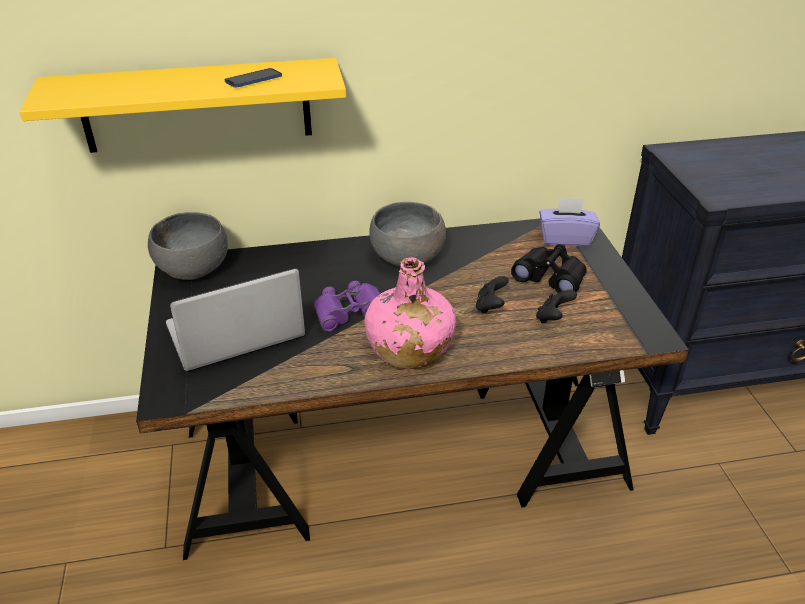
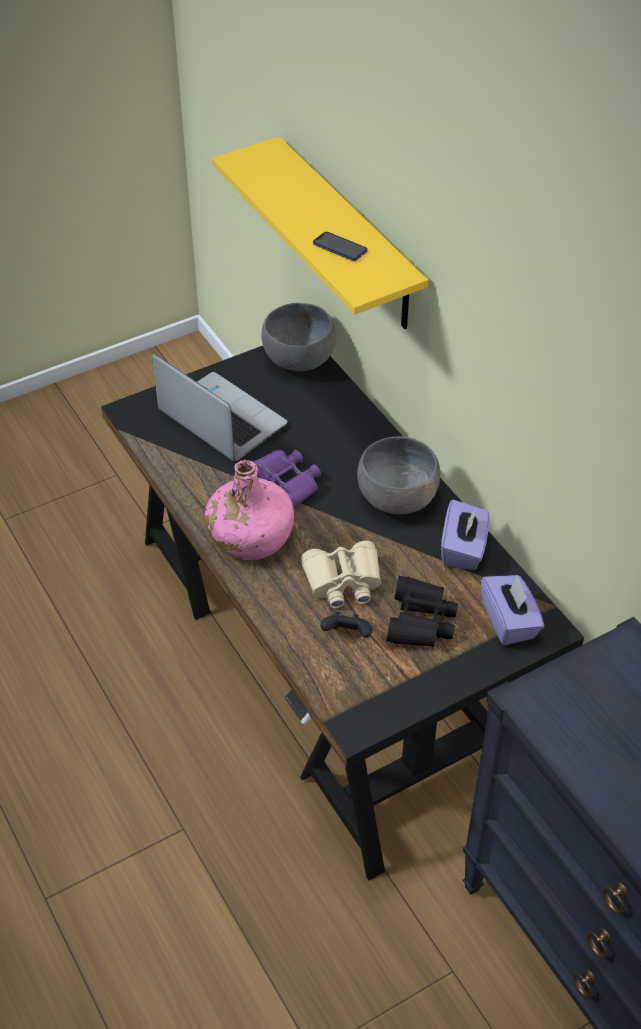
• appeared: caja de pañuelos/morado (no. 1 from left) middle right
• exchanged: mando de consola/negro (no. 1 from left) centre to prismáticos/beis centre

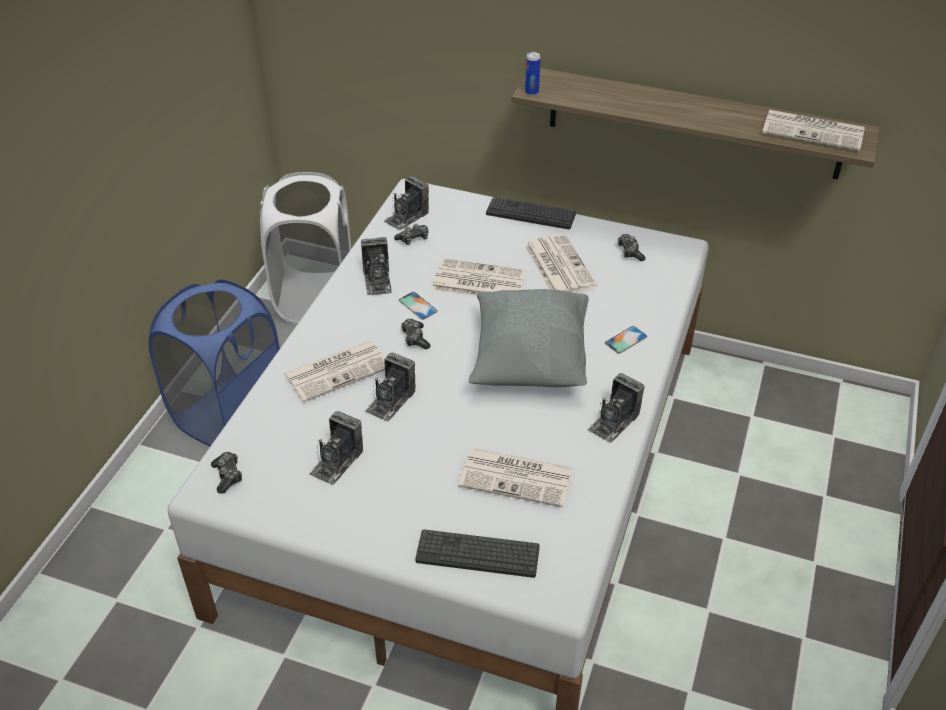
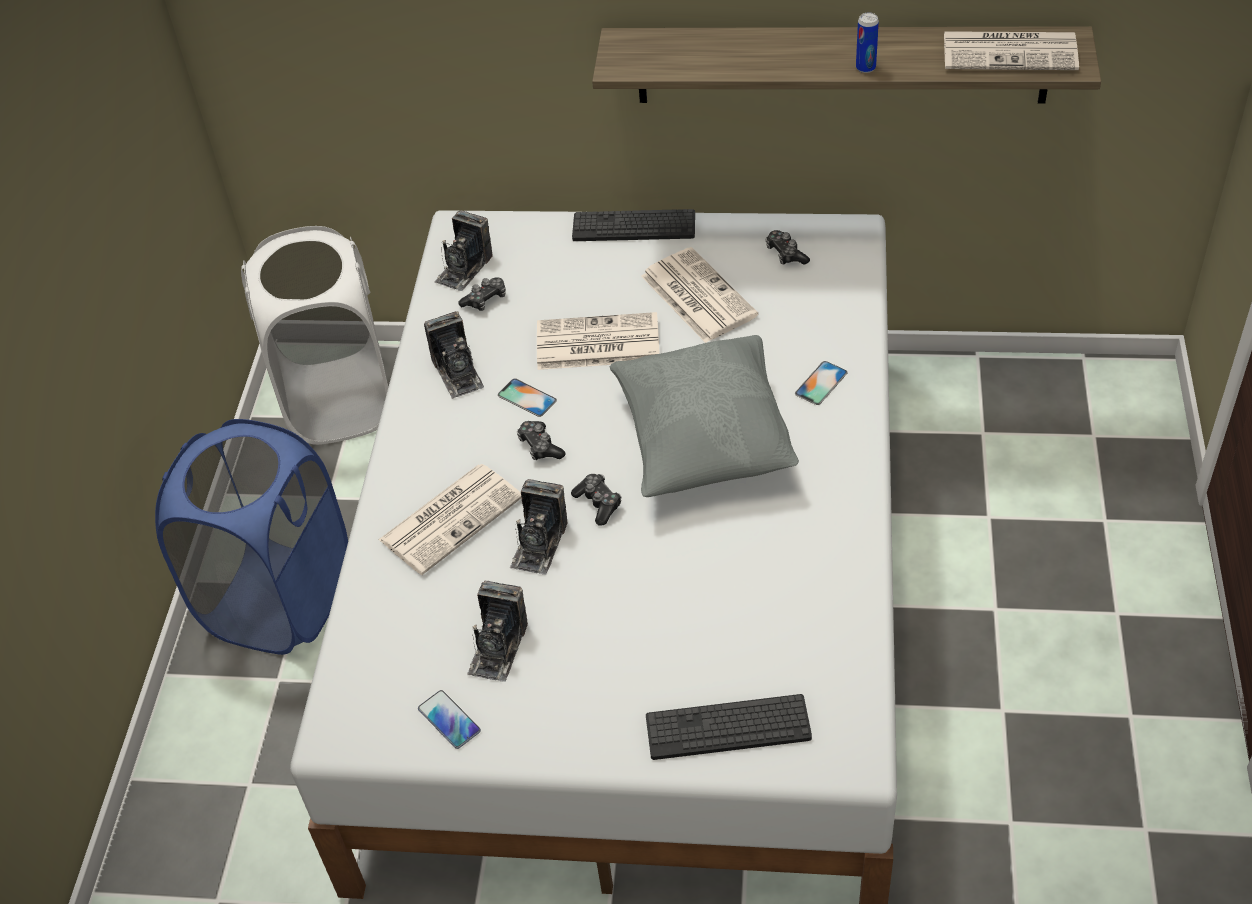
• missing: periódico (no. 3 from left) bottom centre
• missing: cámara (no. 5 from left) centre
• appeared: móvil (no. 1 from left) bottom centre
• relocated: mando de consola (no. 1 from left in the first image) middle left to mando de consola (no. 3 from left) centre
• relocated: lata top centre to top right

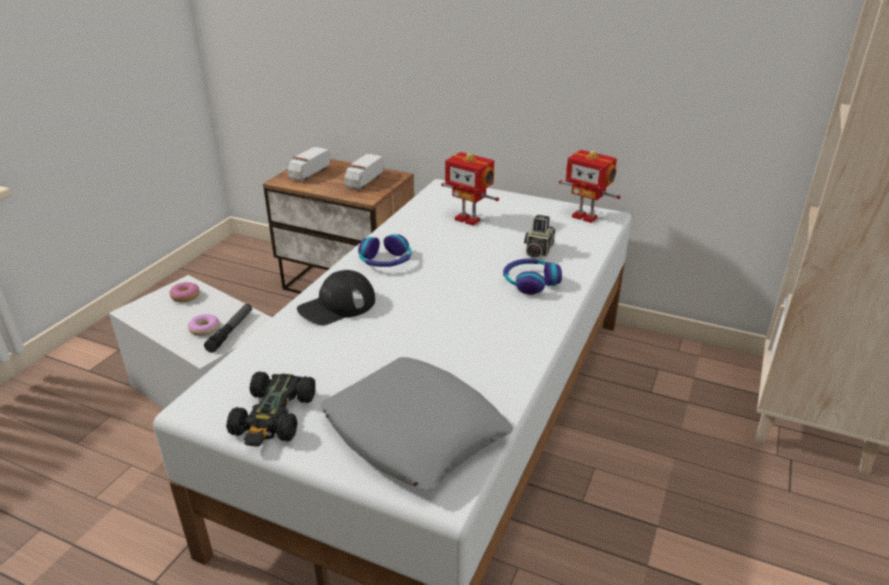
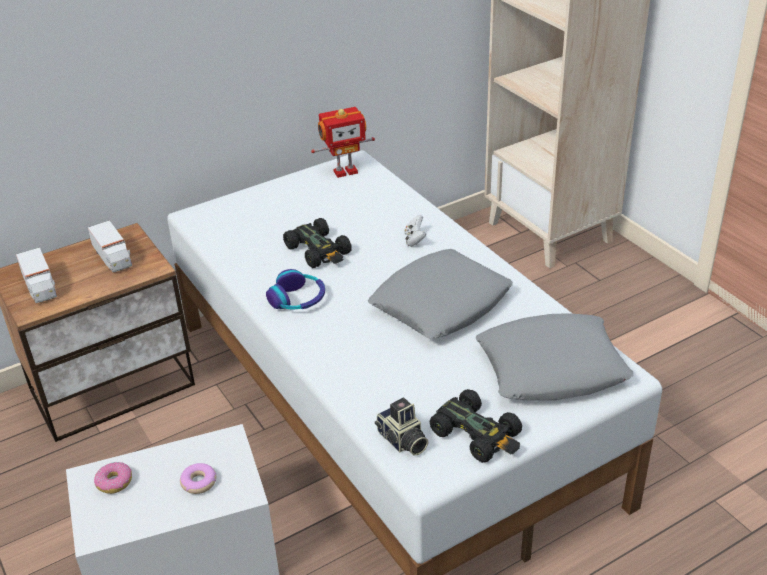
• missing: linterna middle left
• missing: gorra/negro centre
• missing: robot de juguete (no. 1 from left) top centre
• appeared: coche de juguete/negro (no. 1 from left) centre
• appeared: cojín/gris (no. 1 from left) centre
• relocated: cámara centre to bottom centre
• exchanged: auriculares (no. 2 from left) centre to mando de consola/blanco centre

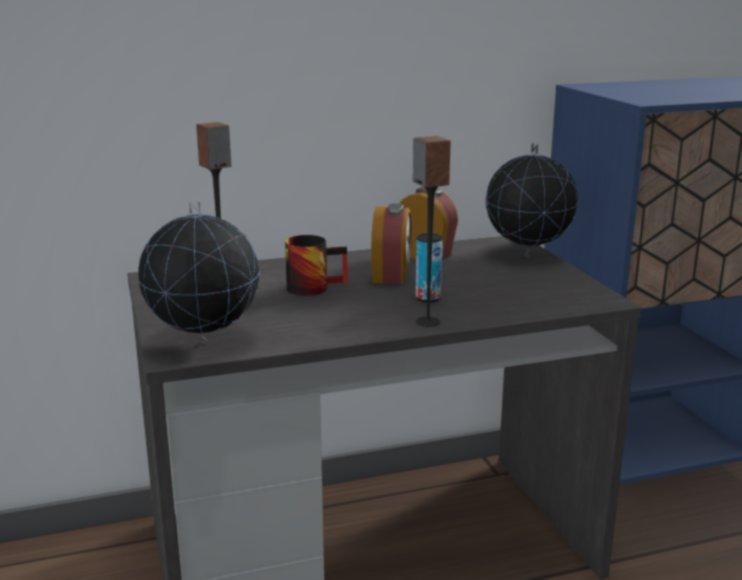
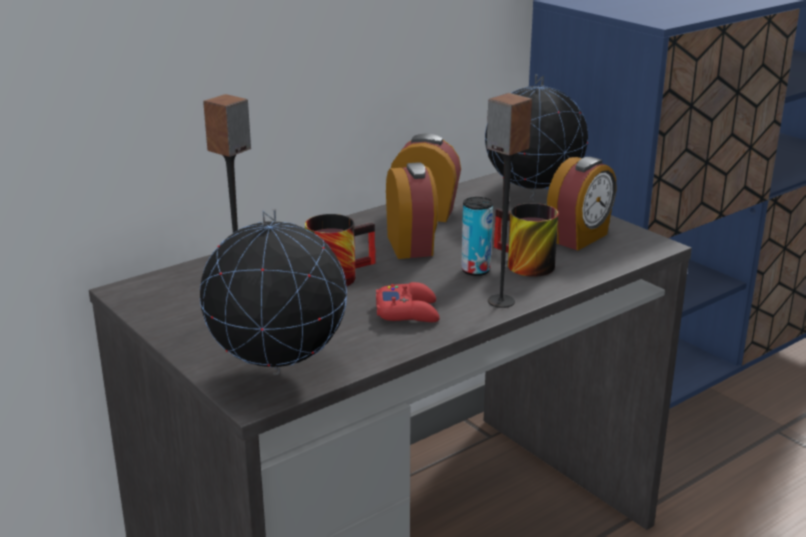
• appeared: mando de consola/rojo centre
• appeared: taza grande (no. 2 from left) centre
• appeared: despertador (no. 3 from left) middle right

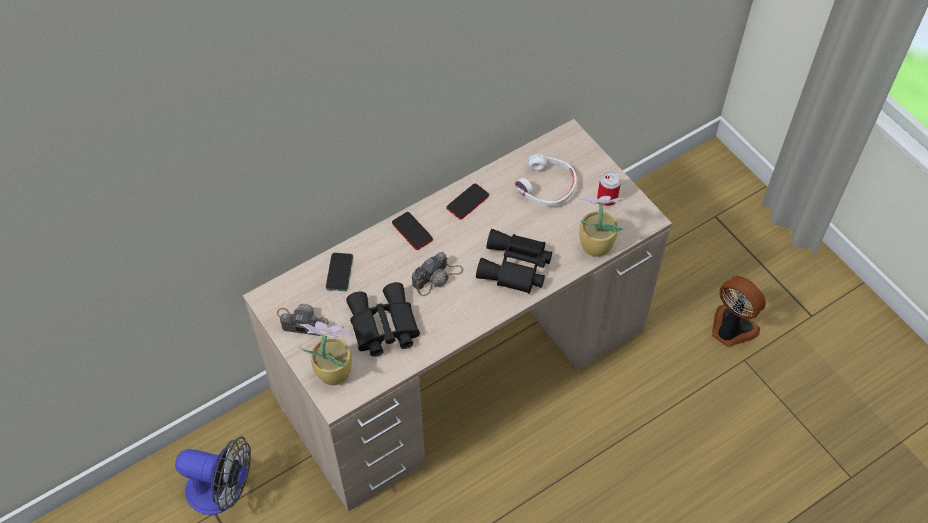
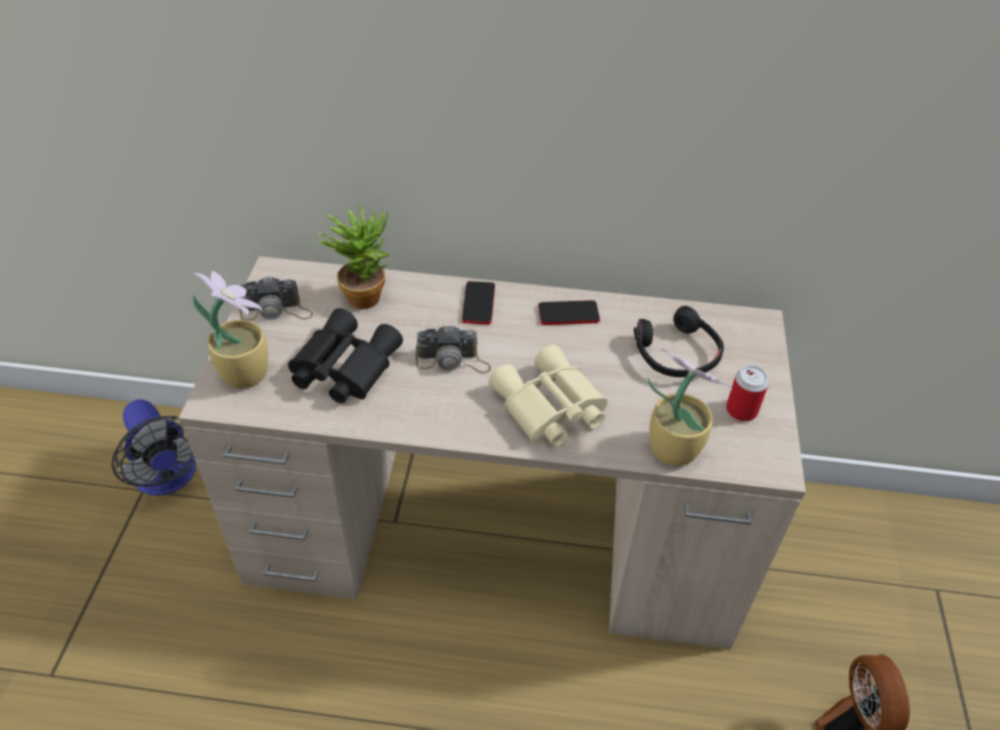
• exchanged: móvil (no. 1 from left) centre to planta en maceta (no. 2 from left) centre
• colour: prismáticos/negro (no. 2 from left) centre to prismáticos/beis centre
• colour: auriculares/blanco centre to auriculares/negro middle right
• spun: cámara (no. 1 from left) middle left = middle left 120 degrees clockwise

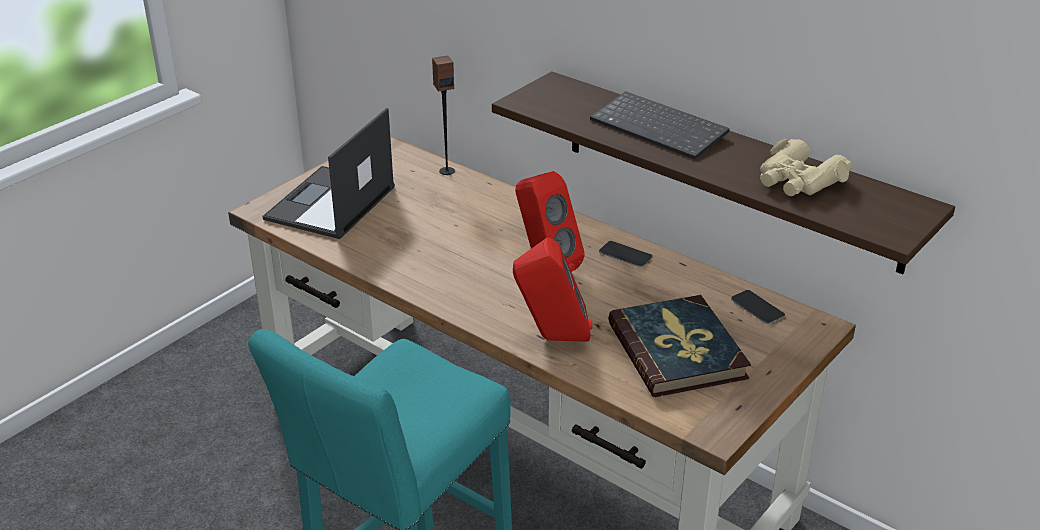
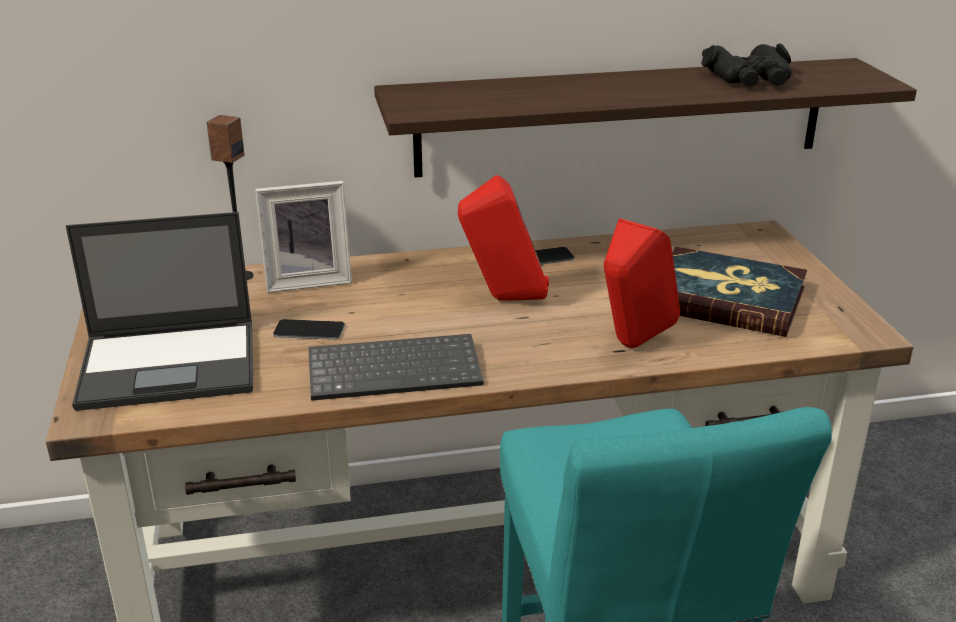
• appeared: portarretratos middle left
• relocated: teclado top centre to centre
• relocated: móvil (no. 2 from left in the first image) middle right to móvil (no. 1 from left) middle left
• colour: prismáticos/beis top right to prismáticos/negro top right
• spun: portátil top left = middle left 75 degrees counterclockwise

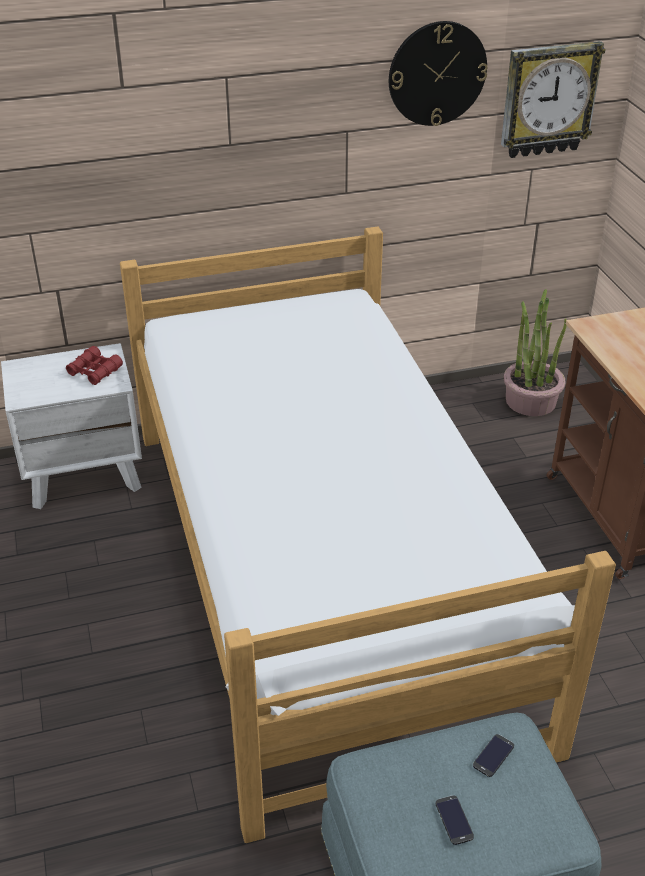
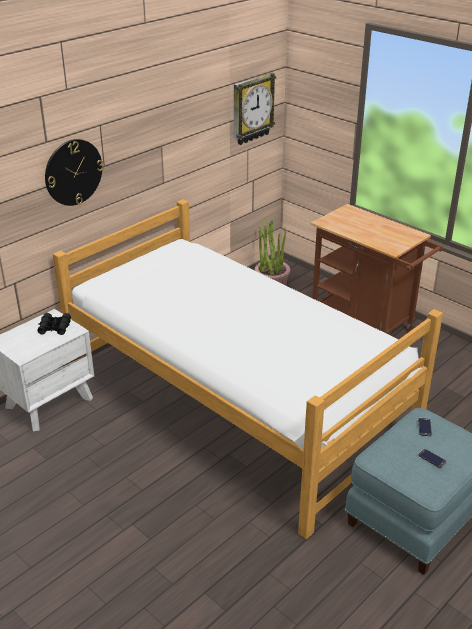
• relocated: reloj de pared (no. 1 from left) top right to top left
• colour: prismáticos/rojo middle left to prismáticos/negro middle left

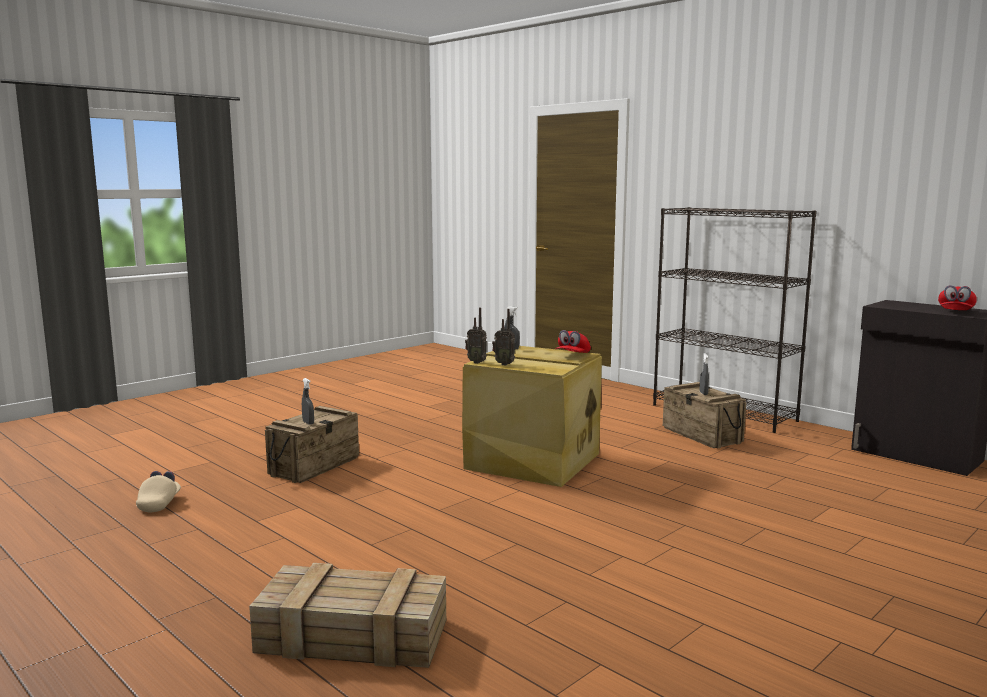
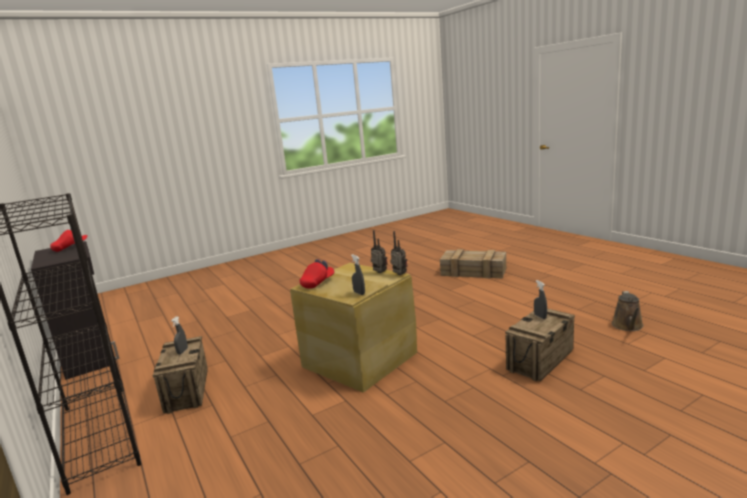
• exchanged: gorra/beis bottom left to regadera/marrón middle right

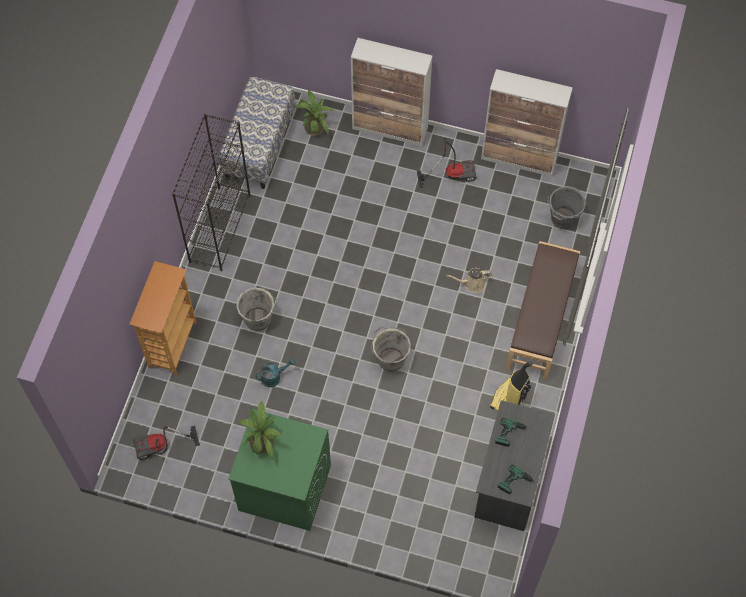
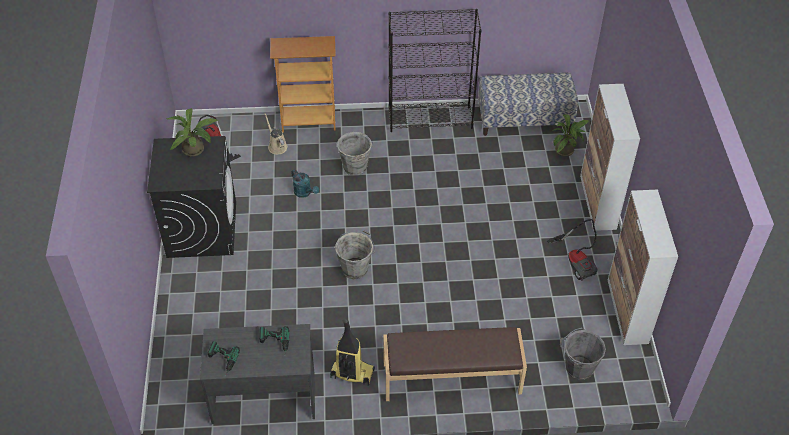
• relocated: regadera/beis centre to top centre
• colour: lavadora/verde bottom centre to lavadora/negro middle left

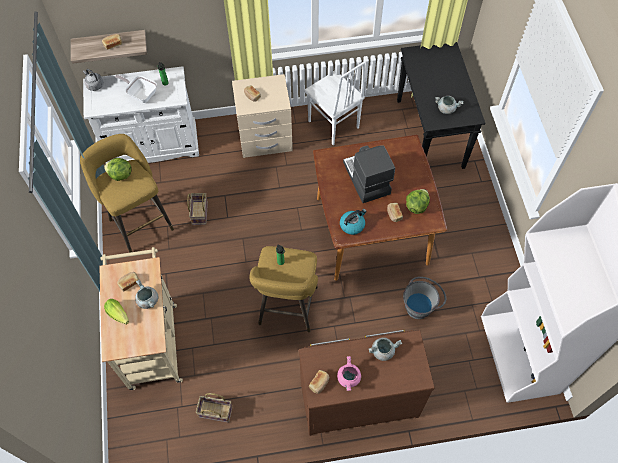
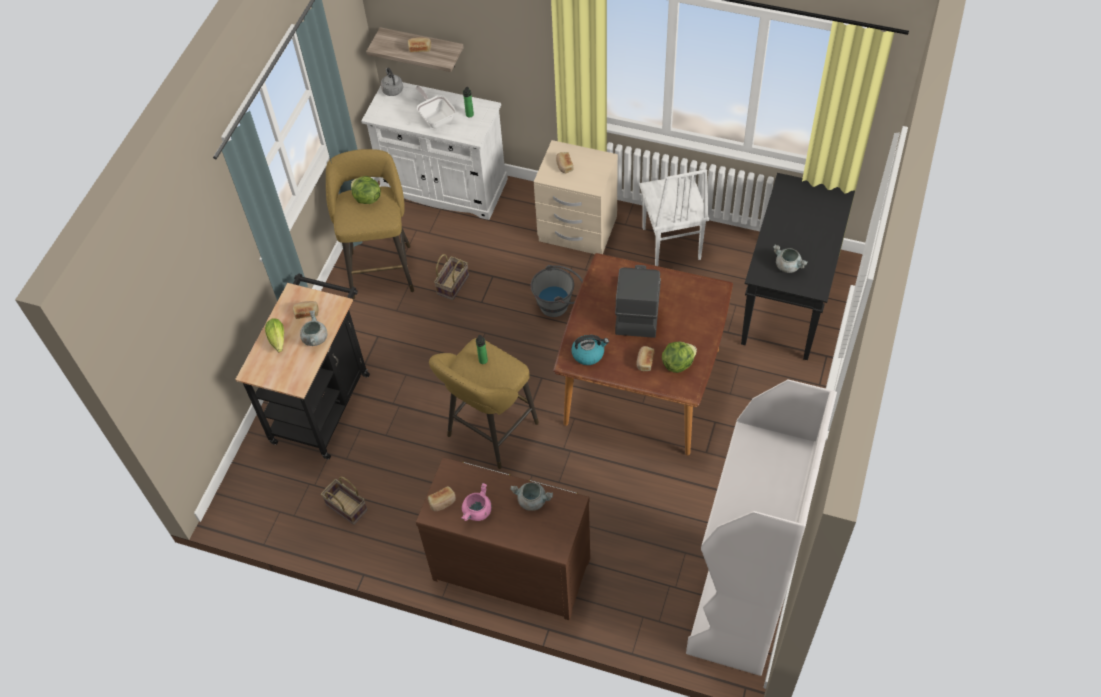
• relocated: cubo/gris middle right to centre
• colour: carrito/beis bottom left to carrito/negro middle left

